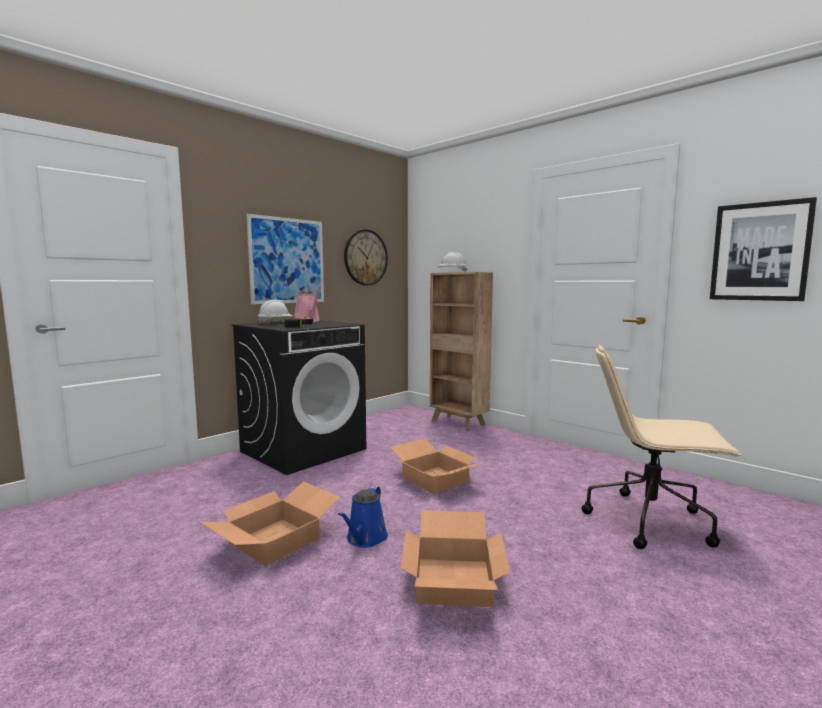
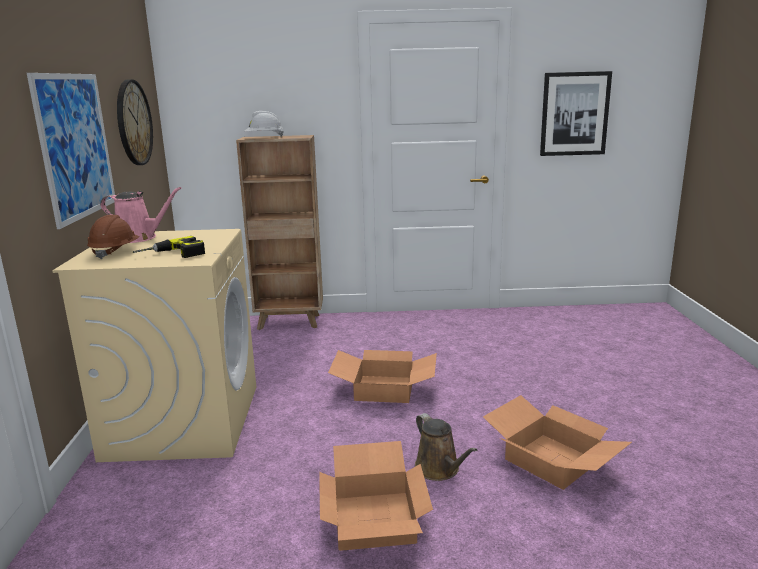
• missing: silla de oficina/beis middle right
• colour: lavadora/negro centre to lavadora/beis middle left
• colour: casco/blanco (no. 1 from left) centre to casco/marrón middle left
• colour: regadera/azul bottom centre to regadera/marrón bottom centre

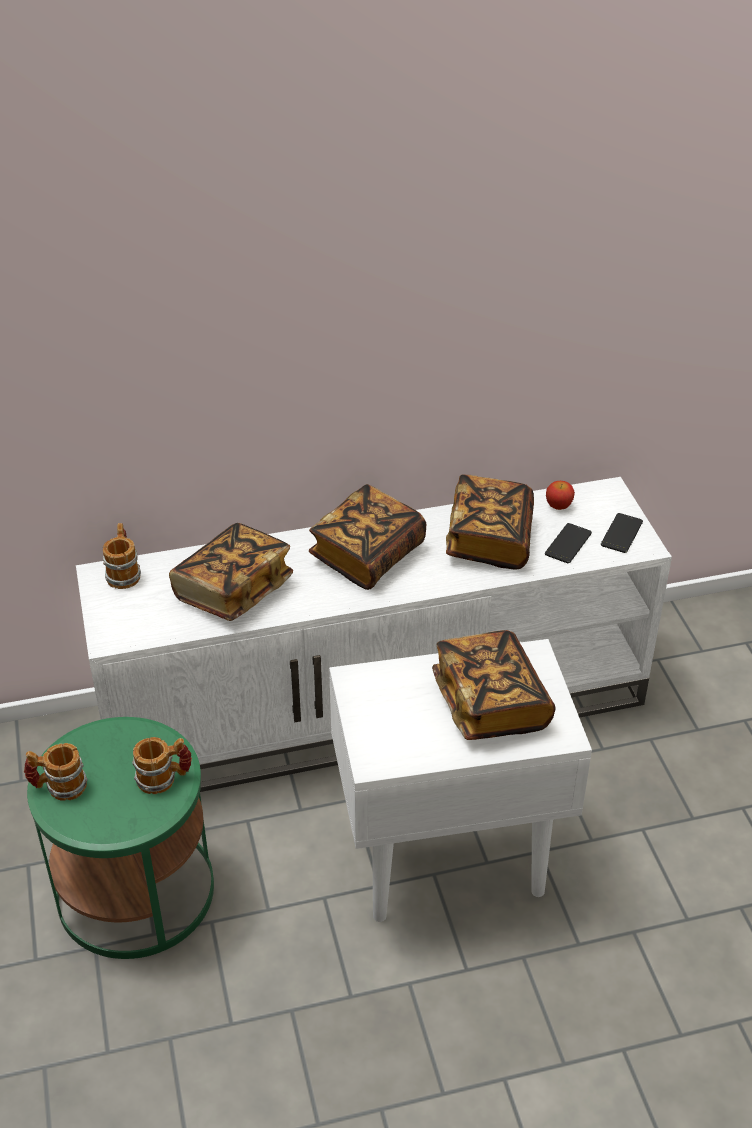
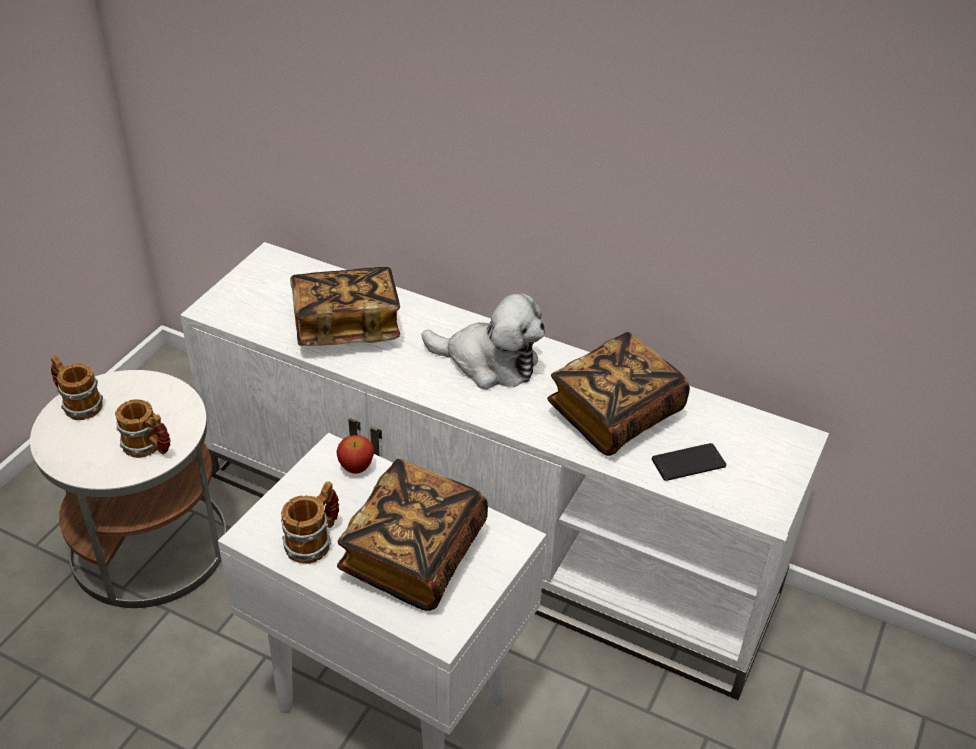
• missing: móvil (no. 2 from left) middle right
• relocated: taza grande (no. 2 from left in the first image) middle left to taza grande (no. 3 from left) bottom left
• relocated: manzana middle right to centre
• exchanged: libro (no. 2 from left) centre to peluche centre
• colour: mesa auxiliar/verde bottom left to mesa auxiliar/blanco (no. 1 from left) middle left

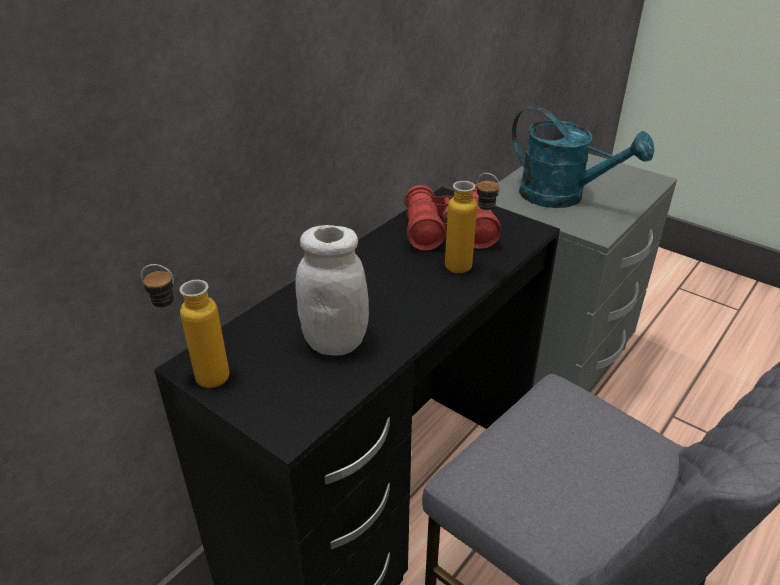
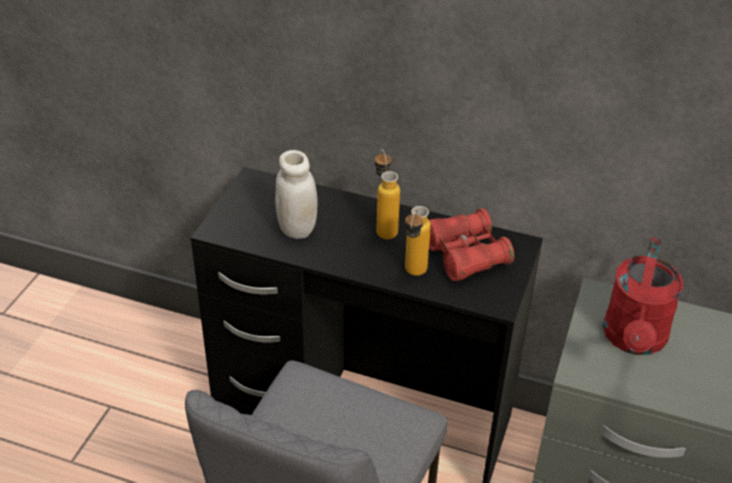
• relocated: botella (no. 1 from left) middle left to centre
• colour: regadera/turquesa top right to regadera/rojo middle right

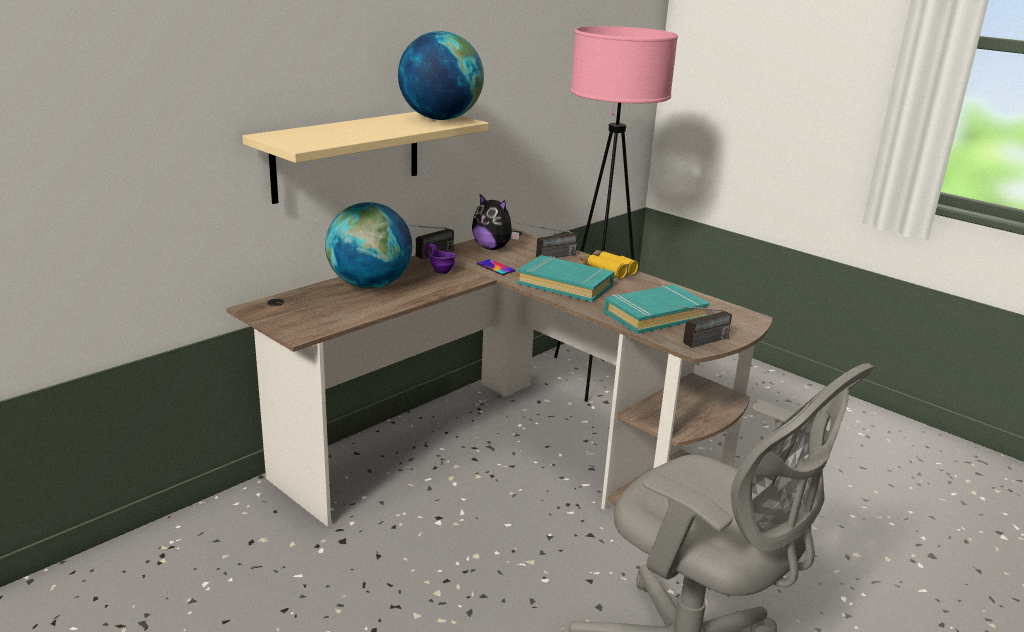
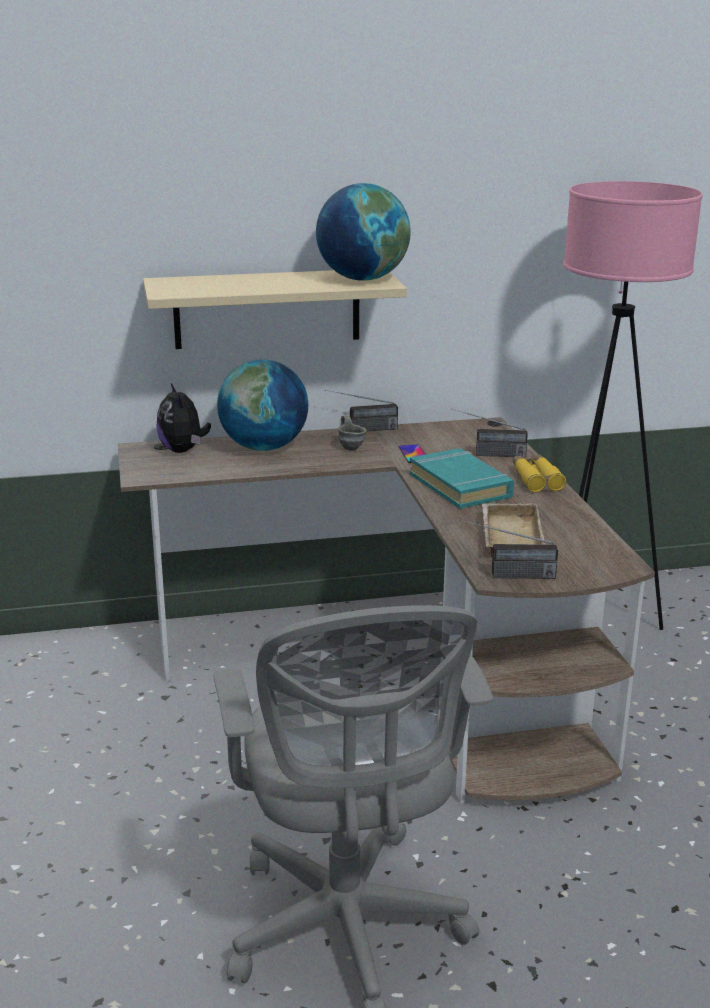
• relocated: peluche centre to middle left
• exchanged: libro/turquesa (no. 2 from left) centre to bandeja/beis middle right
• colour: taza grande/morado centre to taza grande/gris centre

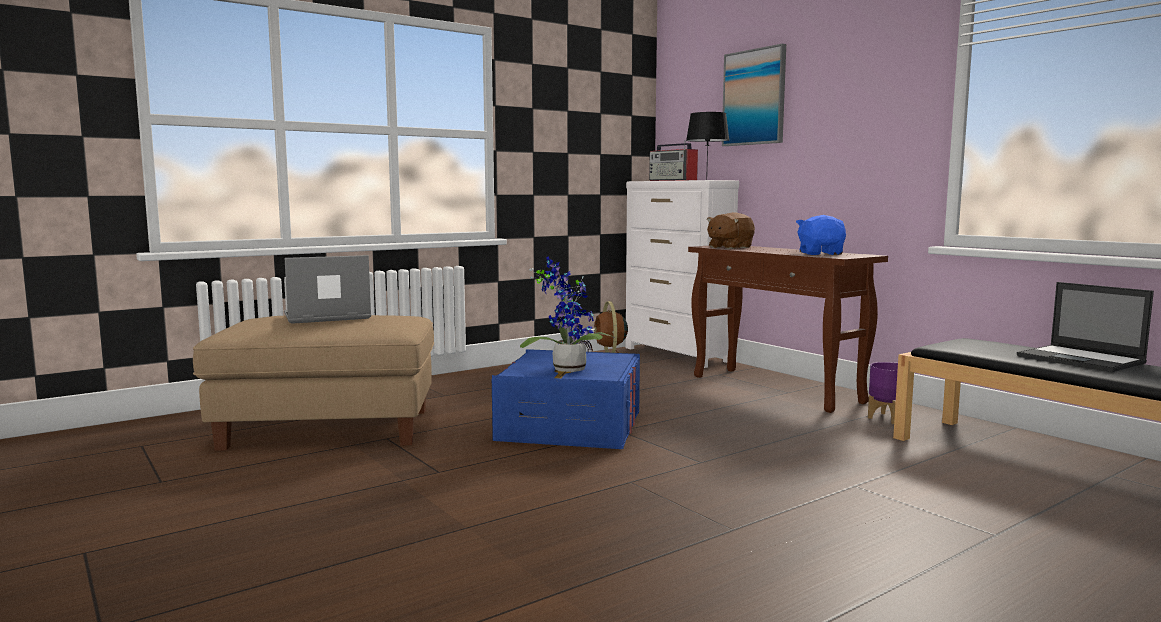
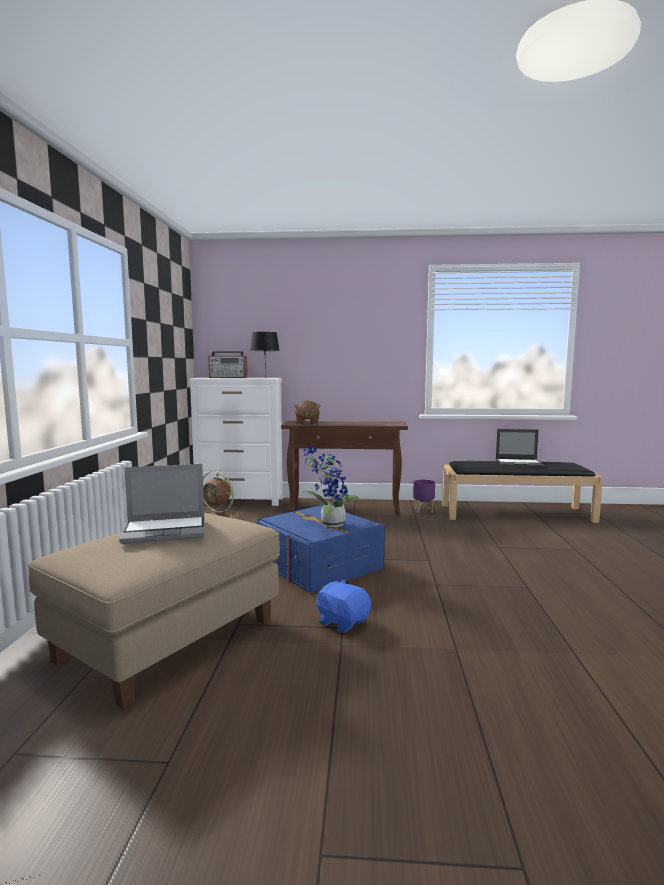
• missing: cuadro top centre
• relocated: peluche/azul middle right to bottom centre
• spun: portátil (no. 1 from left) middle left = middle left 120 degrees counterclockwise

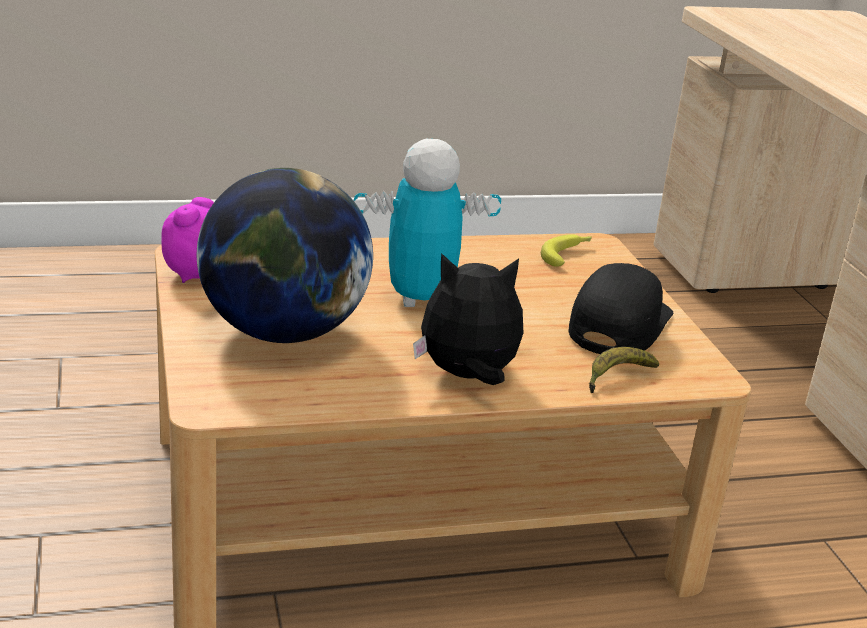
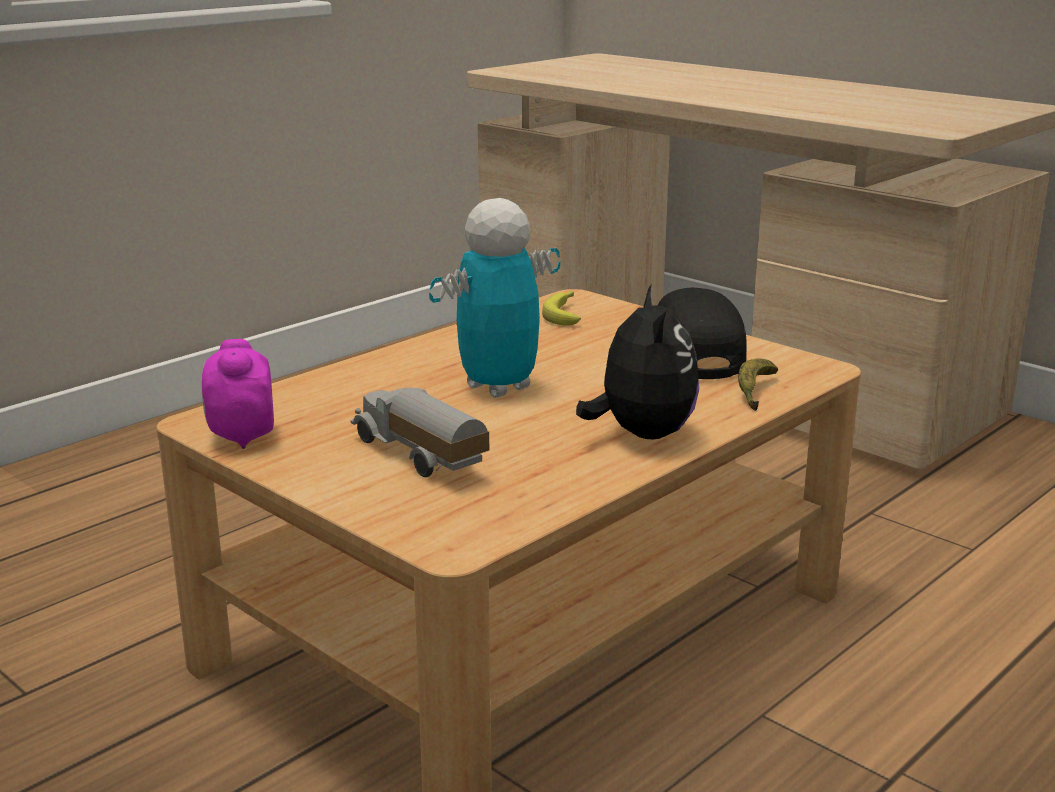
• exchanged: globo terráqueo middle left to camión de juguete centre
• spun: peluche centre = centre 120 degrees clockwise

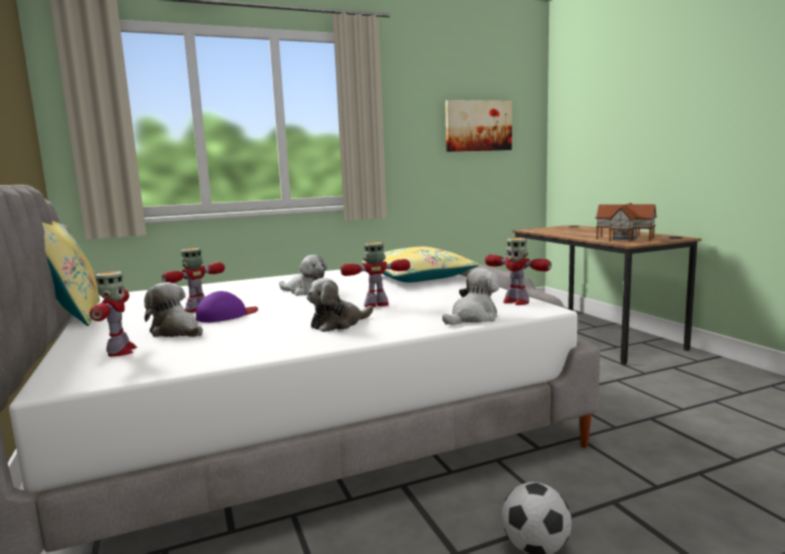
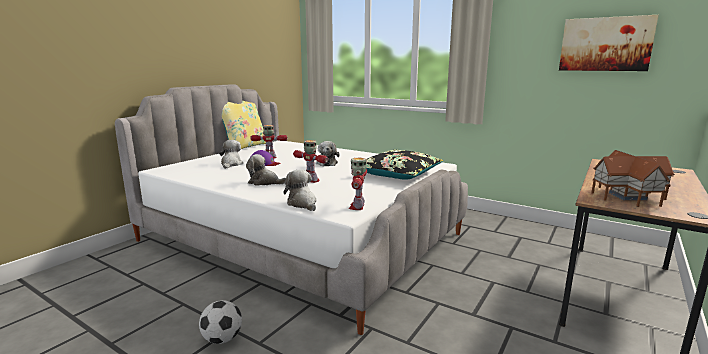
• missing: robot de juguete (no. 1 from left) middle left
• colour: cojín/amarillo (no. 2 from left) centre to cojín/negro centre
• spun: peluche (no. 4 from left in the first image) centre = centre 135 degrees counterclockwise

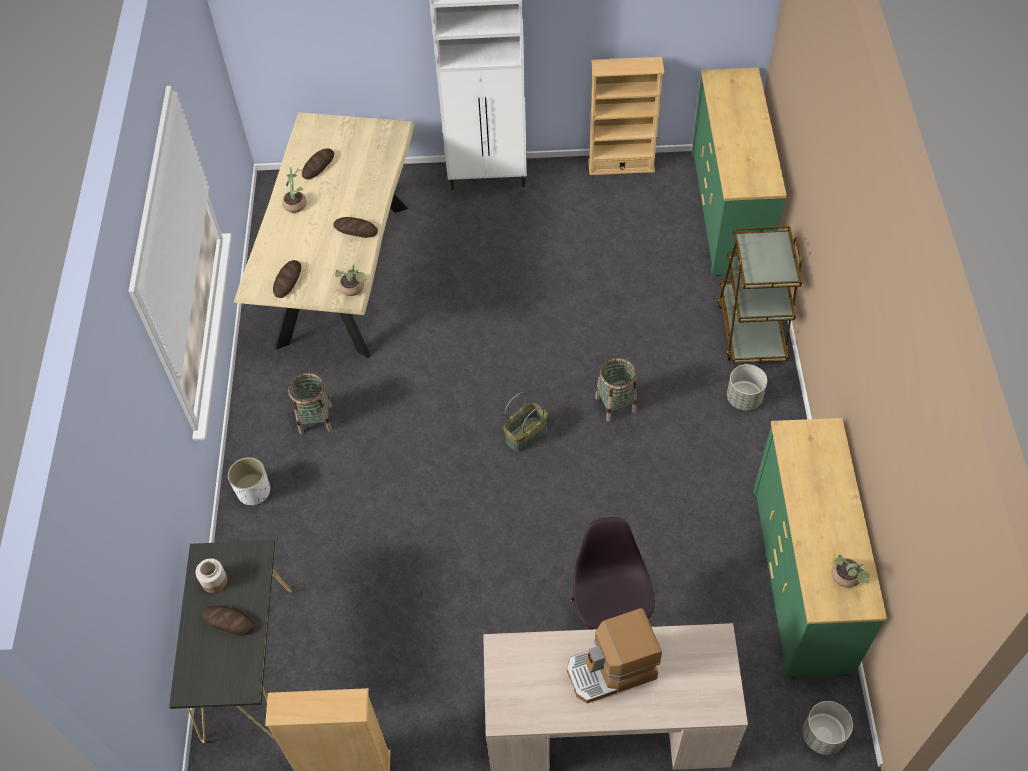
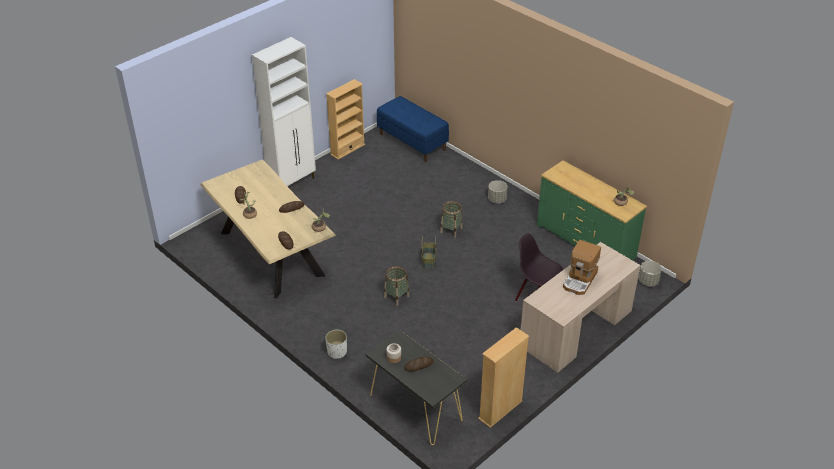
• missing: carrito/marrón middle right
• relocated: cesta (no. 1 from left) middle left to centre
• exchanged: cómoda/verde (no. 1 from left) top right to banco/azul top centre

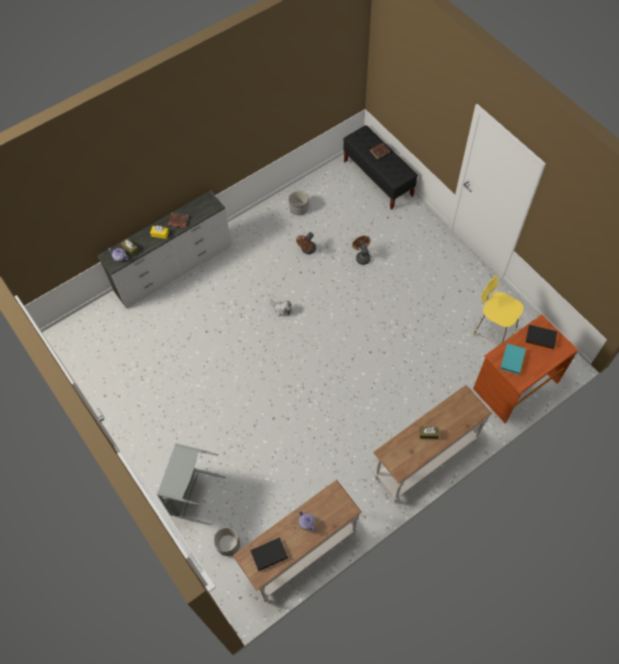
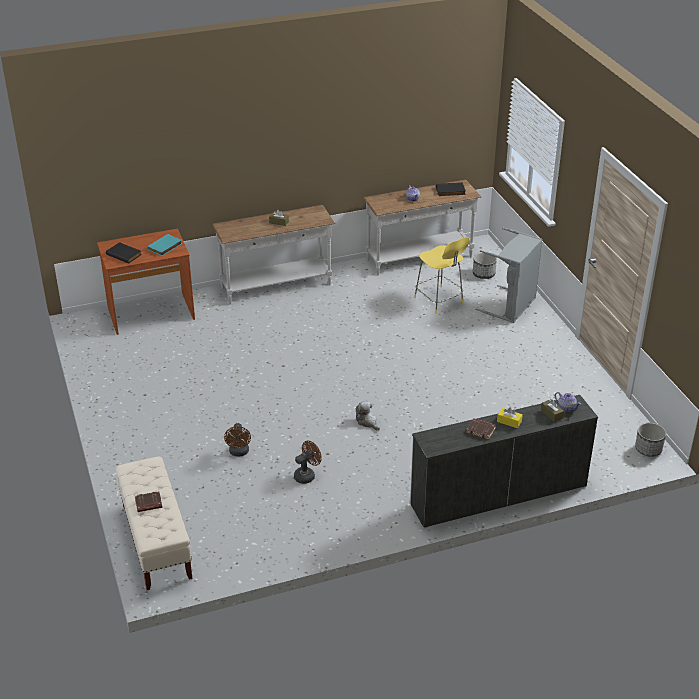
• relocated: maceta (no. 2 from left) top centre to middle right
• relocated: taburete/amarillo middle right to centre
• colour: banco/negro top centre to banco/beis bottom left

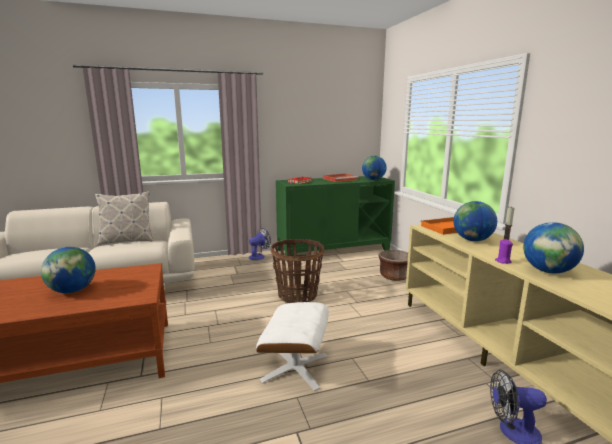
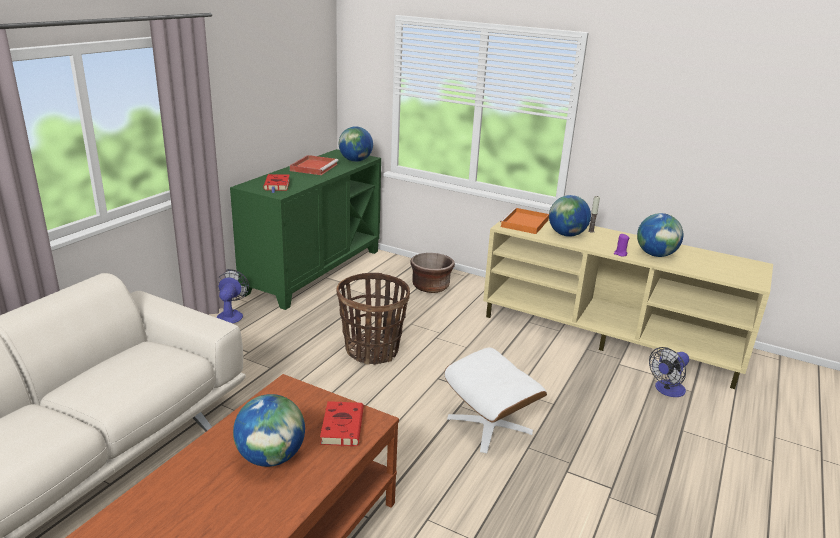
• missing: cojín middle left
• appeared: libro/rojo (no. 2 from left) bottom centre

